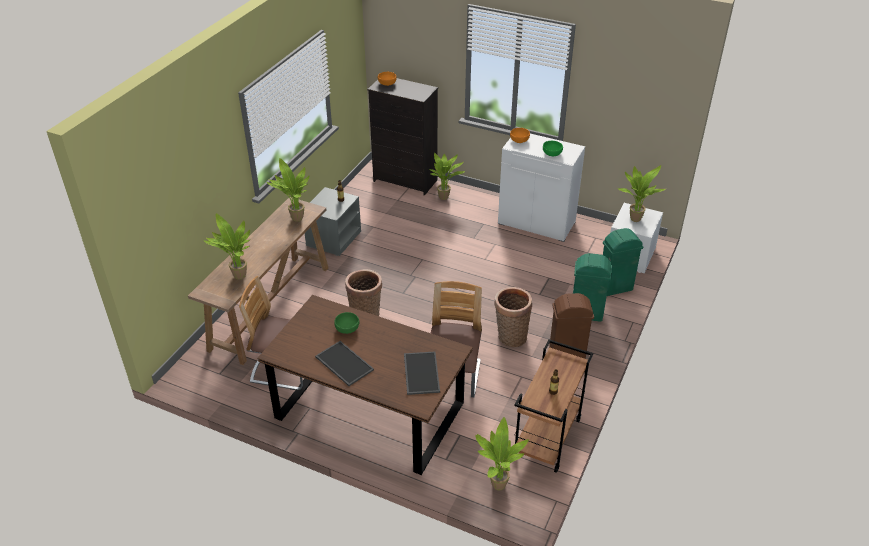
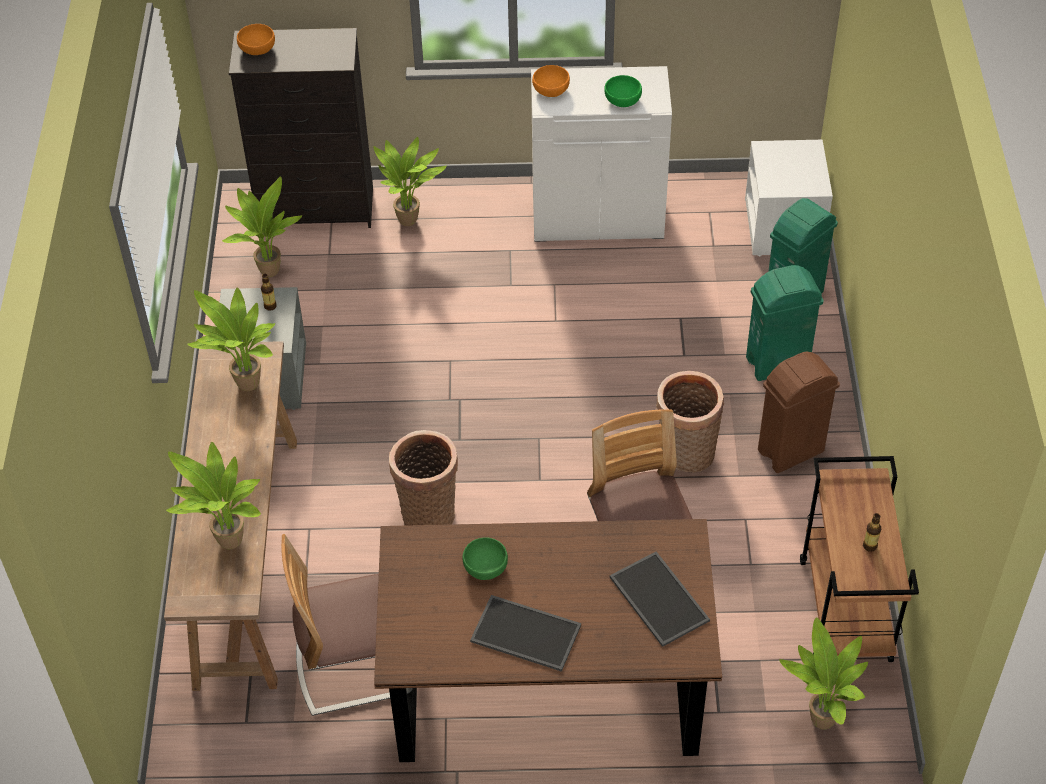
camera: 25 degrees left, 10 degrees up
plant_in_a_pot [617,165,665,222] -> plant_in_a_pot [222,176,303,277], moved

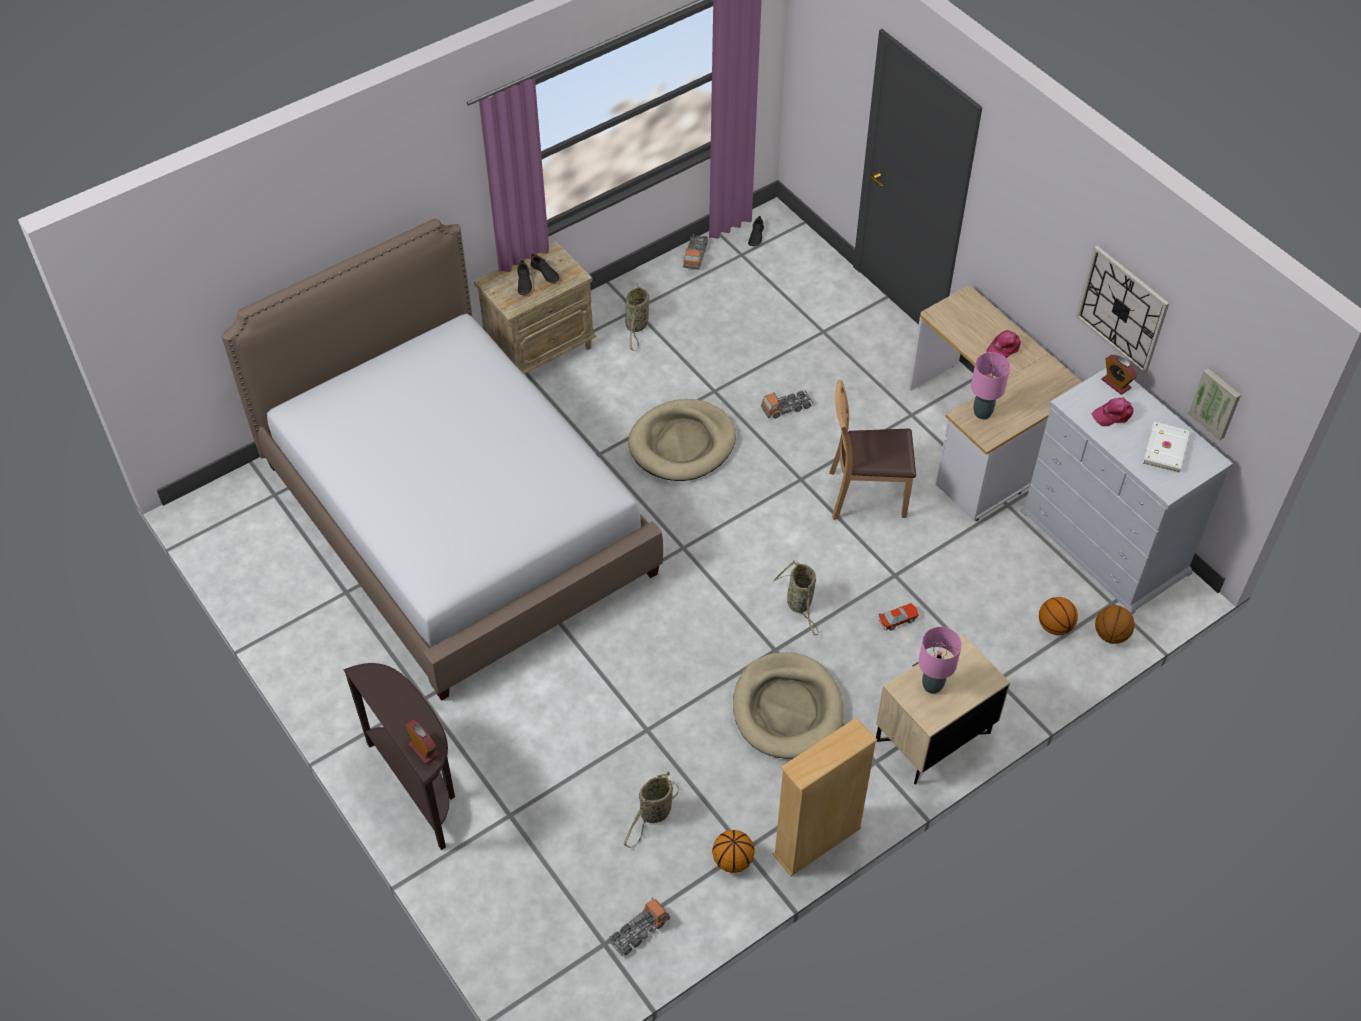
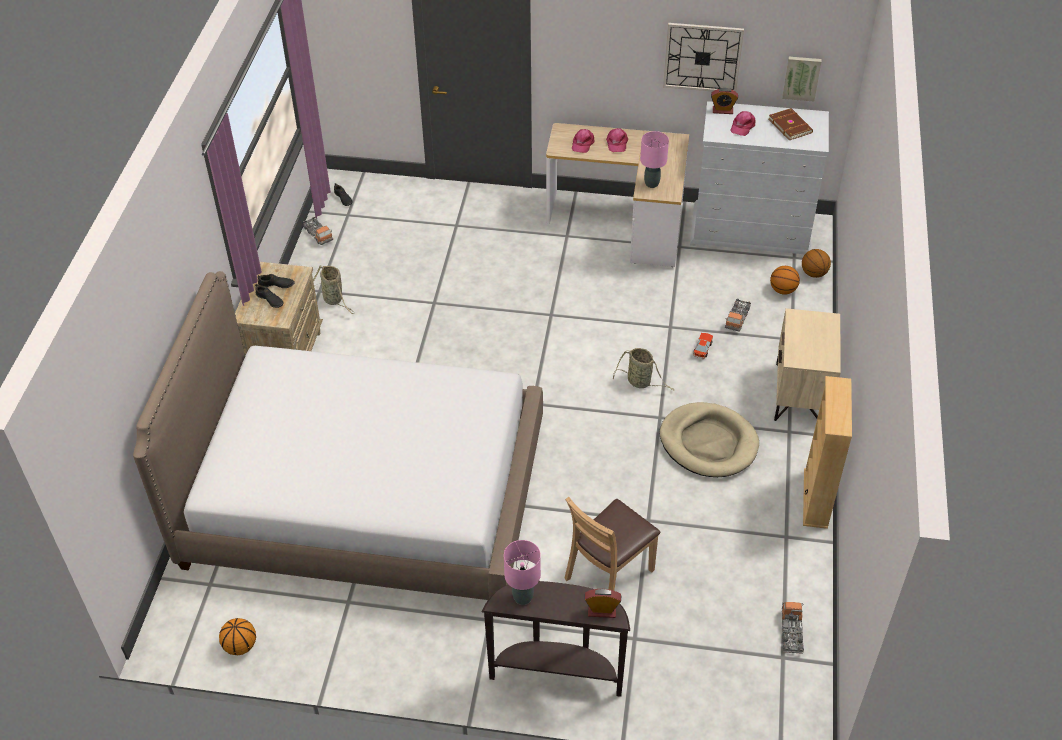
camera: 45 degrees left, 5 degrees down
basketball [712,830,755,873] -> basketball [219,618,256,655], moved
pink-coloured_lamp_for_a_table [918,627,962,694] -> pink-coloured_lamp_for_a_table [504,540,541,605], moved
brown-coloured_upright_chair [829,380,916,520] -> brown-coloured_upright_chair [564,497,660,590], moved
none -> pink-coloured_baseball_cap [572,129,595,153]
toy_lorry [761,390,814,418] -> toy_lorry [725,299,751,332], moved
whitish_volume [1143,421,1190,473] -> brown-coloured_volume [769,108,813,140]
household_basket [624,771,679,848] -> none
beige-coloured_pet_bed [628,399,736,481] -> none

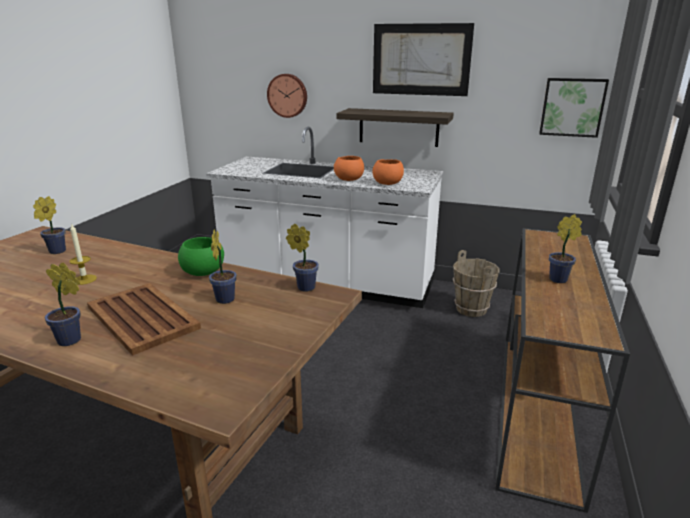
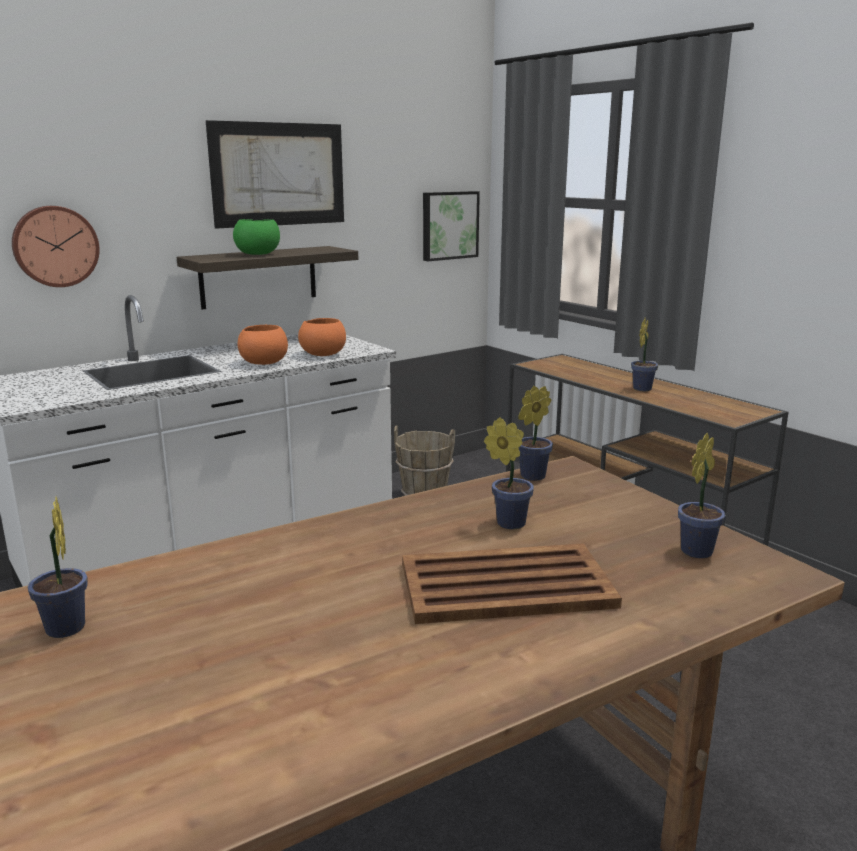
camera: 55 degrees left, 5 degrees down
green_serving_bowl [178,237,224,276] -> green_serving_bowl [233,219,280,255], moved
plant_in_a_pot [45,263,81,346] -> plant_in_a_pot [678,433,726,558], moved
wax_candle [70,223,97,285] -> none

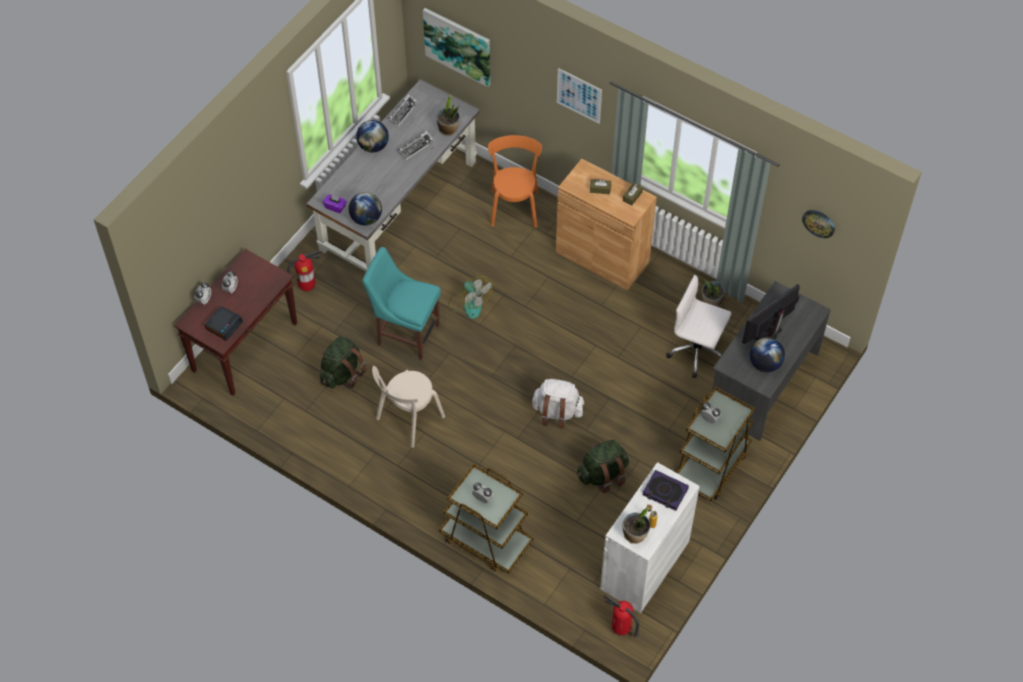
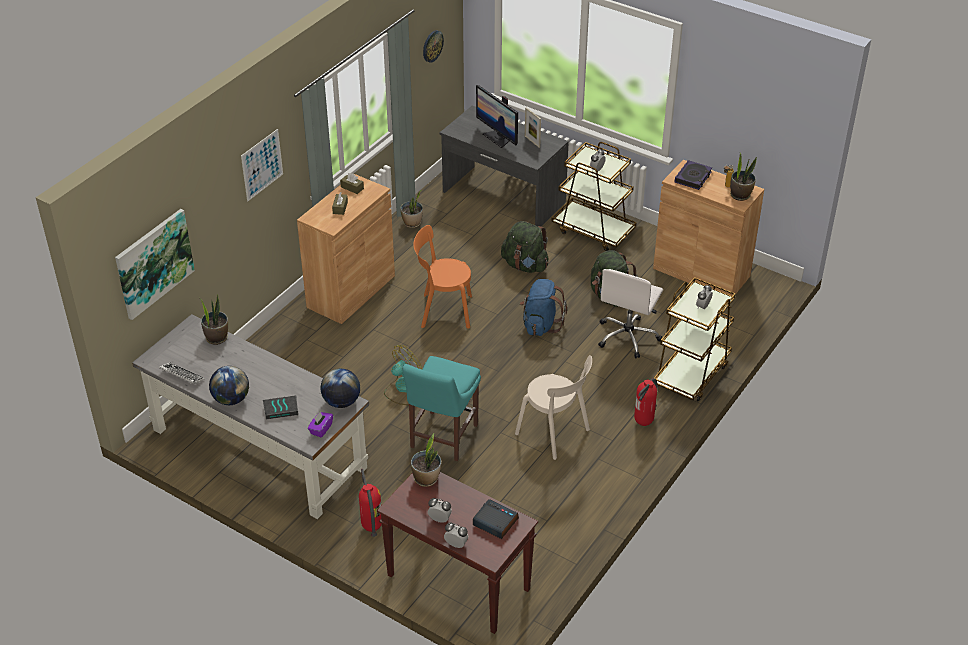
camera: 90 degrees left, 15 degrees down
none -> volume [263,395,298,420]
none -> plant_in_a_pot [411,433,441,487]
orange_upright_chair [488,135,542,228] -> orange_upright_chair [414,225,472,329], moved
green_rucksack [320,336,367,388] -> green_rucksack [501,221,548,273], moved
whitish_rucksack [531,379,585,428] -> bluish_rucksack [520,279,567,336]
desk_globe [750,337,785,372] -> standing_frame [525,107,541,148]
whitish_computer_chair [666,275,731,378] -> whitish_computer_chair [598,269,663,358], moved
fire-fighting_cylinder [603,595,639,637] -> fire-fighting_cylinder [634,378,658,426], moved
whitish_cupboard [600,462,700,613] -> brown-coloured_cupboard [653,160,764,296]
PC_keyboard [397,131,434,161] -> none

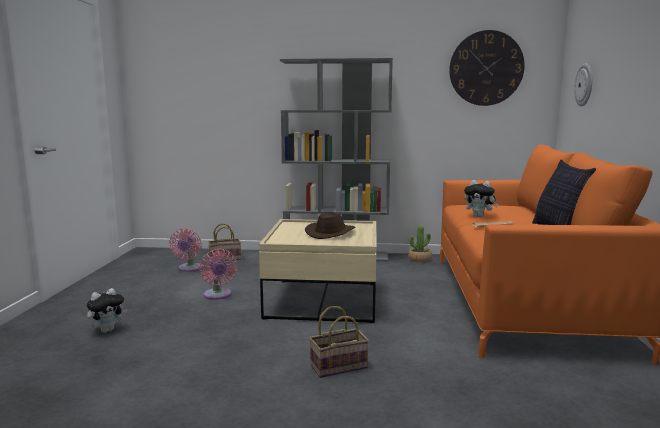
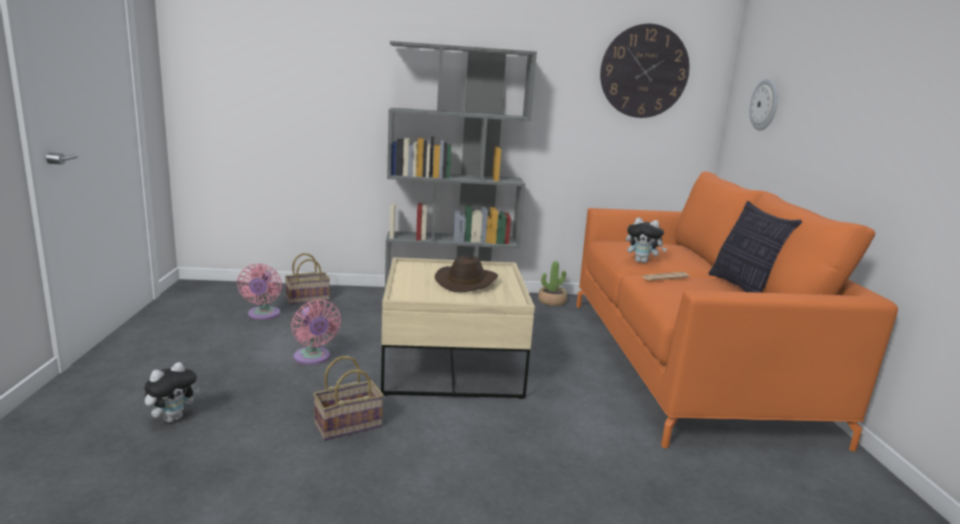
camera: 10 degrees left, 5 degrees up
household_basket [309,306,369,378] -> household_basket [313,356,384,441], moved

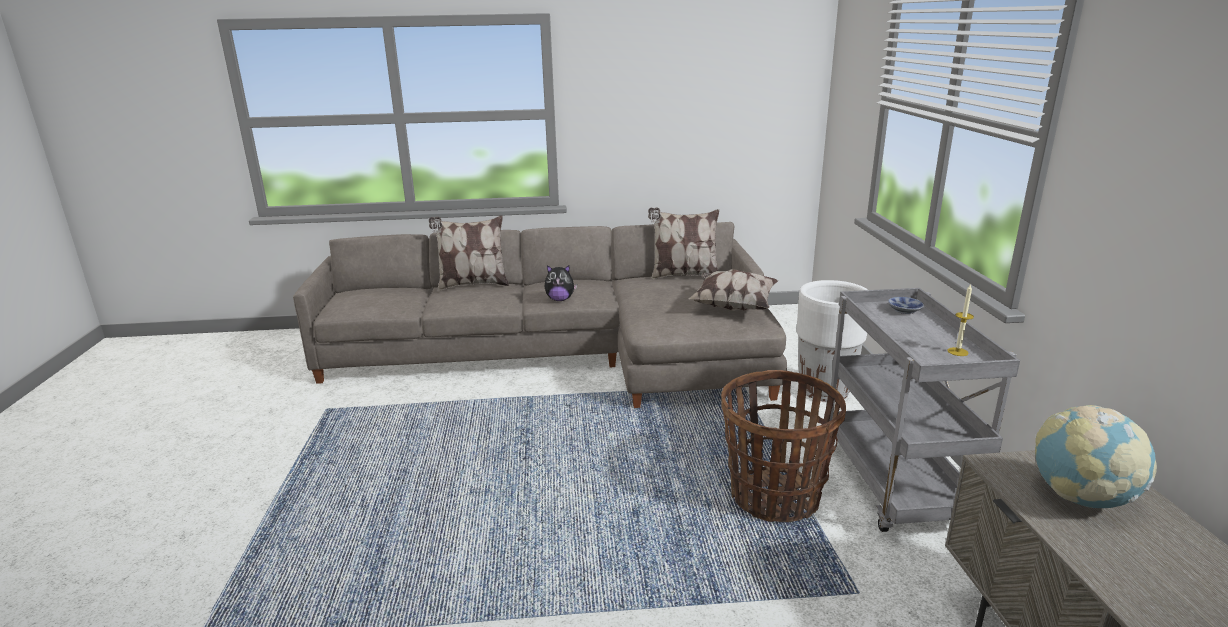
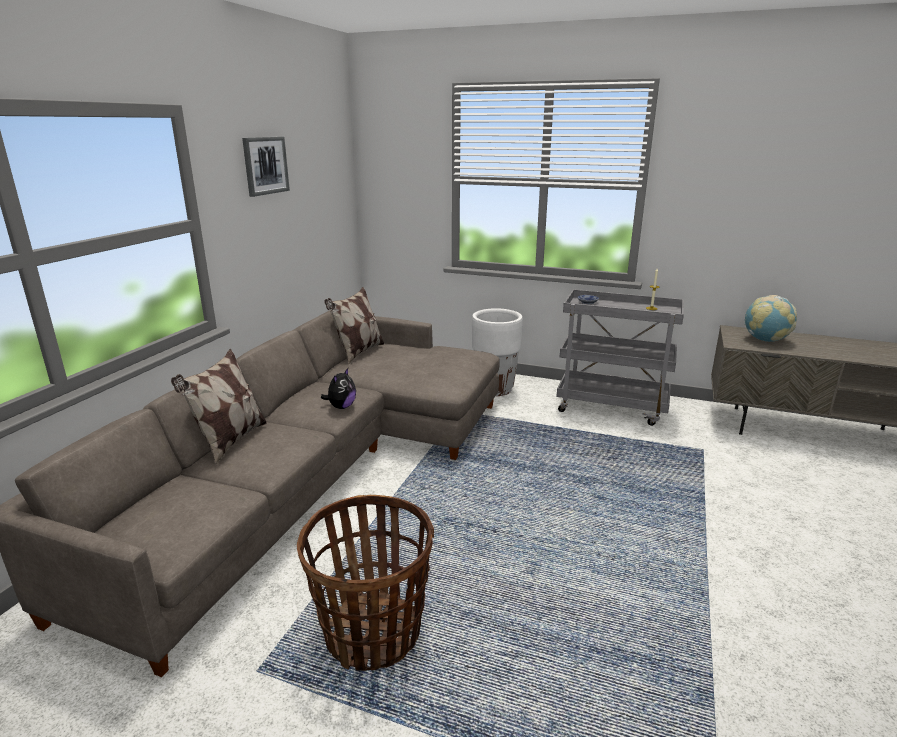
camera: 65 degrees left, 0 degrees up
none -> wall_picture [242,137,290,197]
household_basket [721,370,846,522] -> household_basket [297,495,434,671], moved
pillow [688,269,778,311] -> none

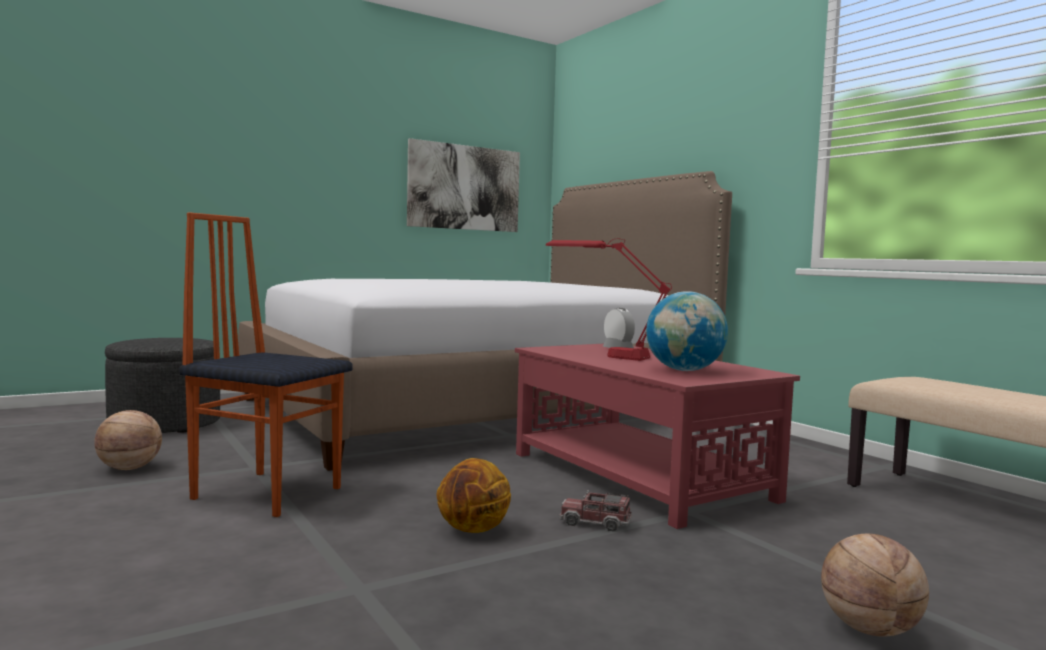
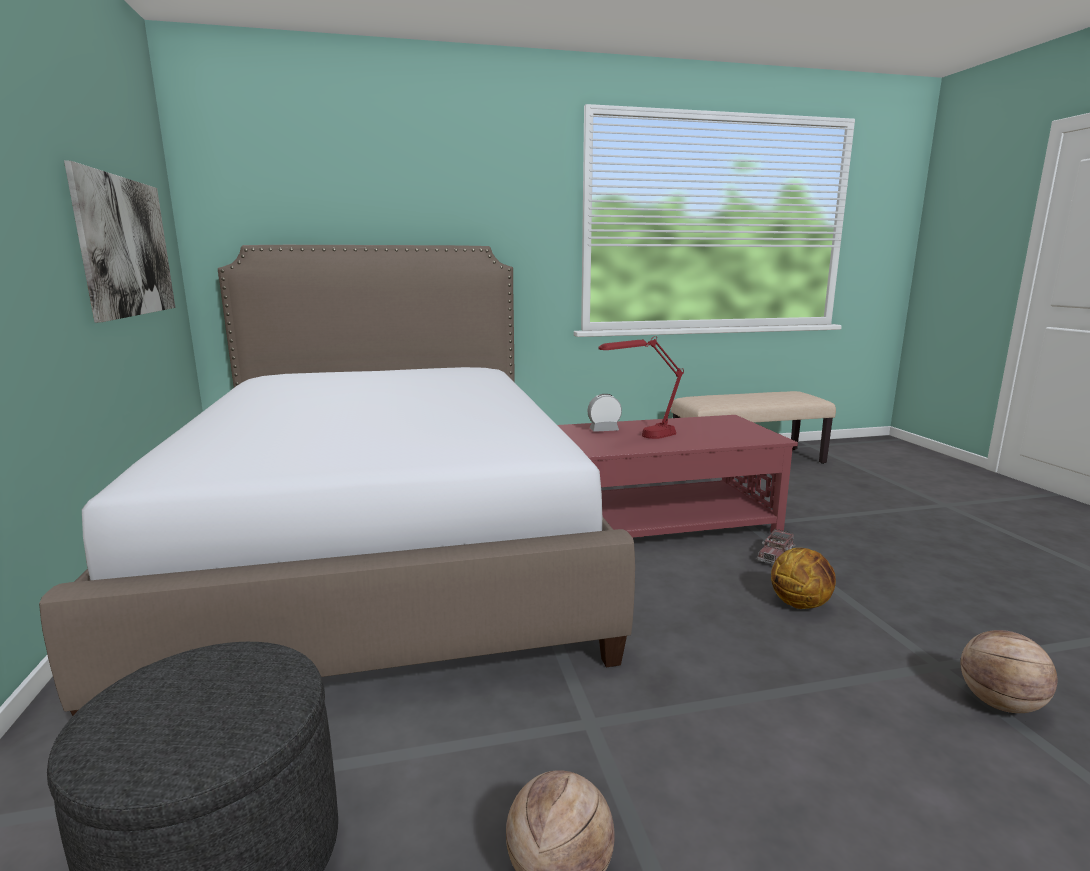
camera: 70 degrees left, 10 degrees up
basketball [821,534,929,637] -> basketball [961,630,1057,713], moved
upright_chair [179,212,353,517] -> none
desk_globe [646,291,728,371] -> none

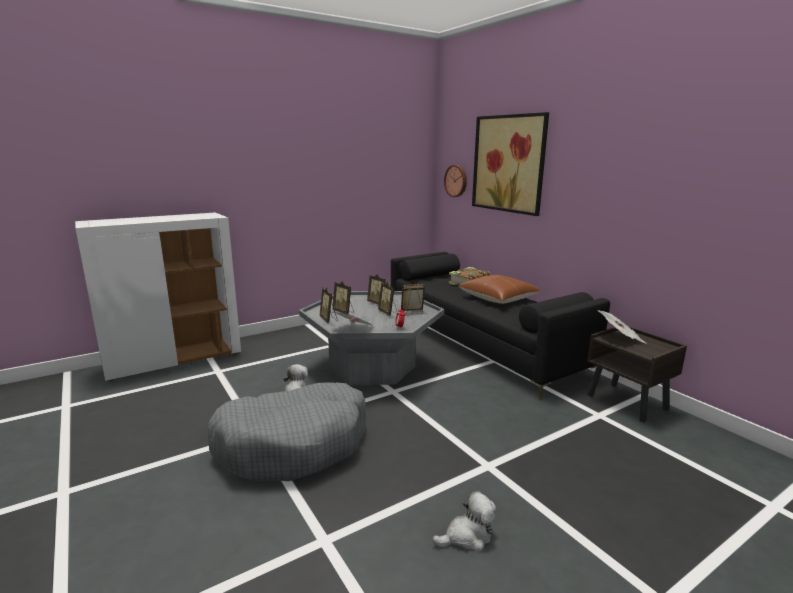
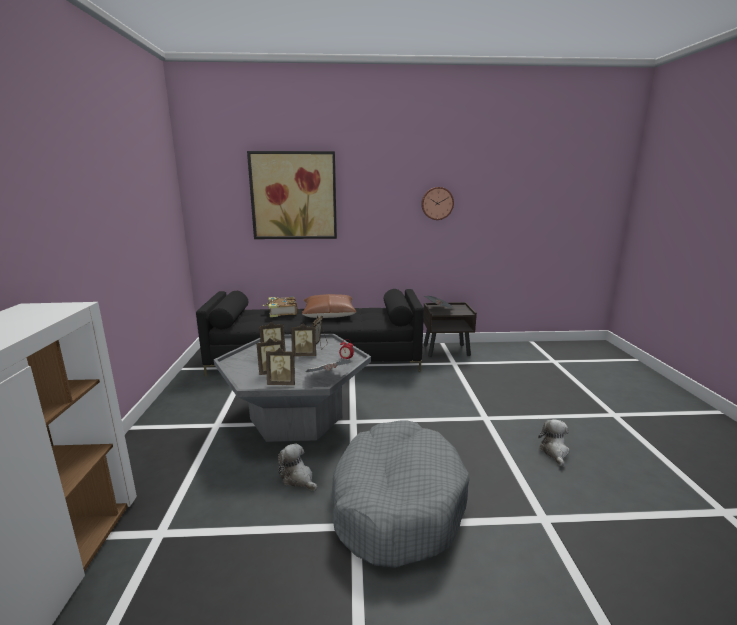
camera: 60 degrees left, 0 degrees up
clock_on_the_wall [444,165,467,197] -> clock_on_the_wall [421,187,454,220], moved

